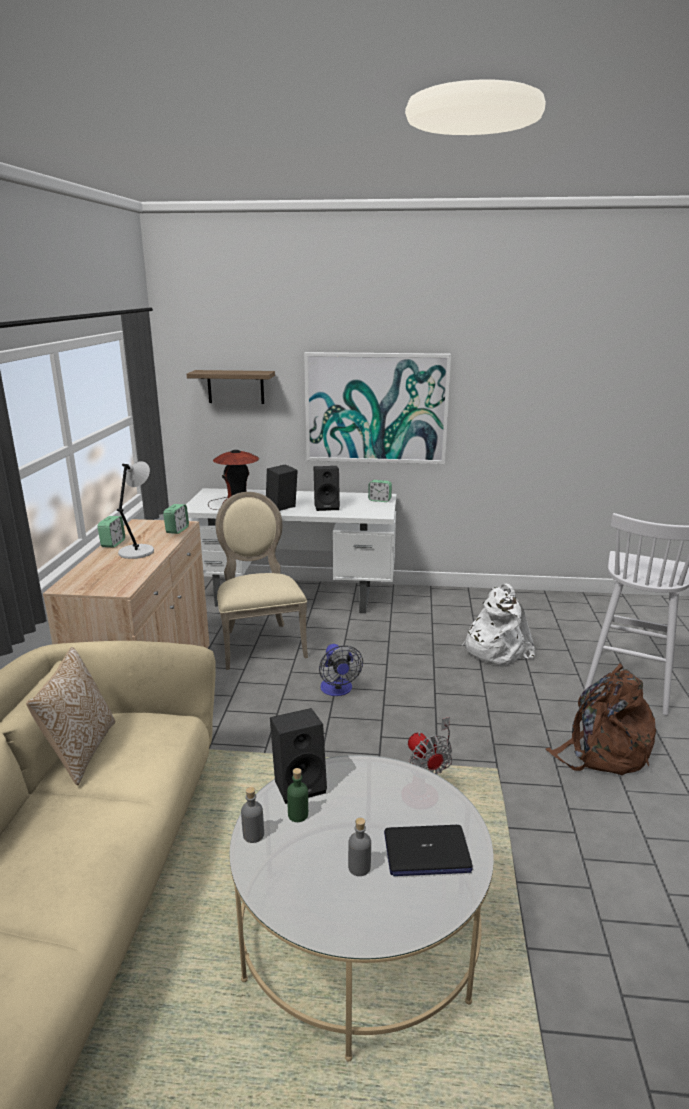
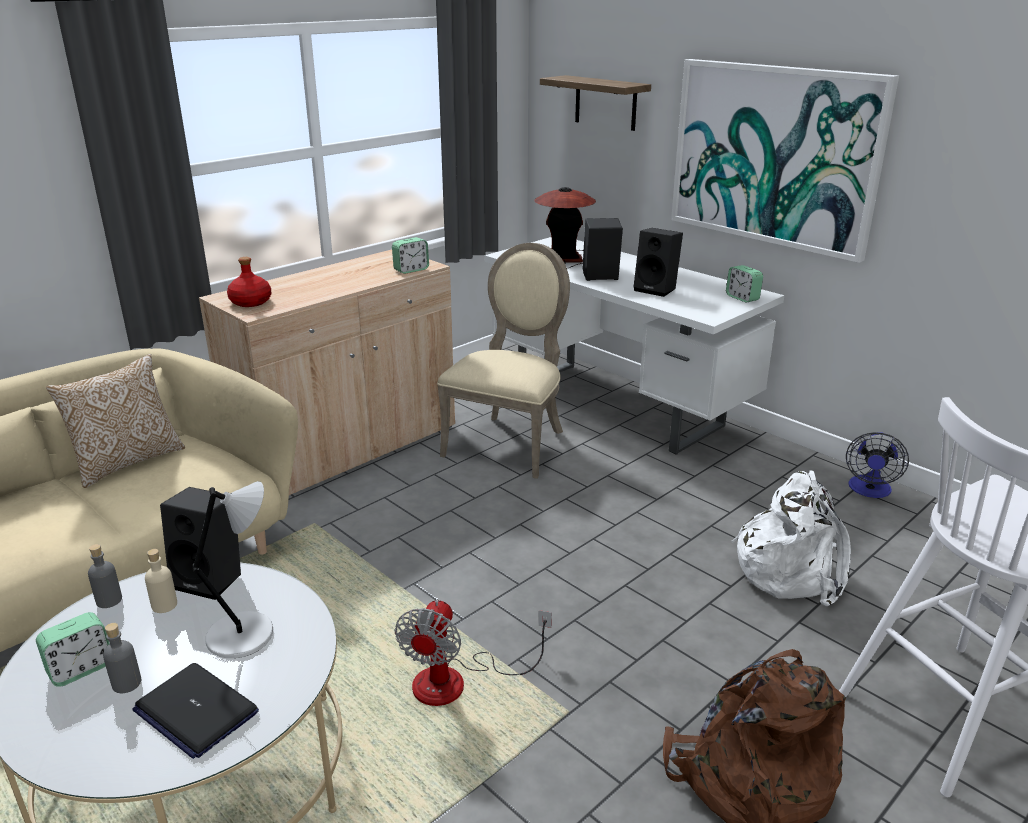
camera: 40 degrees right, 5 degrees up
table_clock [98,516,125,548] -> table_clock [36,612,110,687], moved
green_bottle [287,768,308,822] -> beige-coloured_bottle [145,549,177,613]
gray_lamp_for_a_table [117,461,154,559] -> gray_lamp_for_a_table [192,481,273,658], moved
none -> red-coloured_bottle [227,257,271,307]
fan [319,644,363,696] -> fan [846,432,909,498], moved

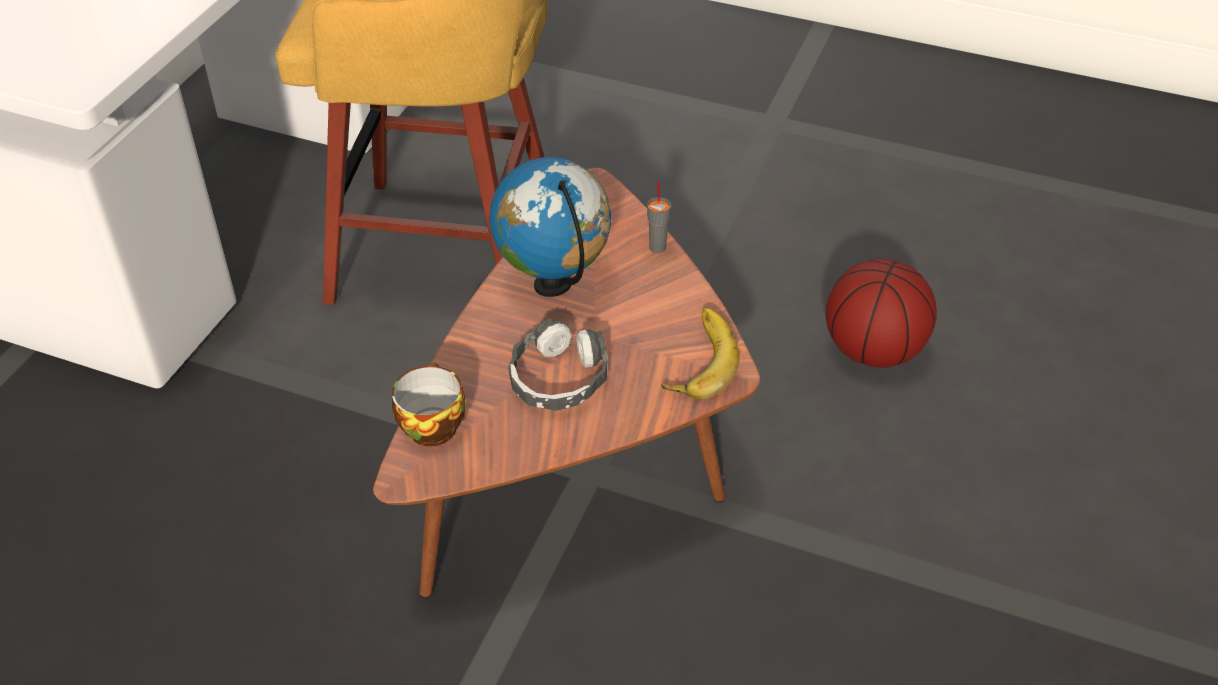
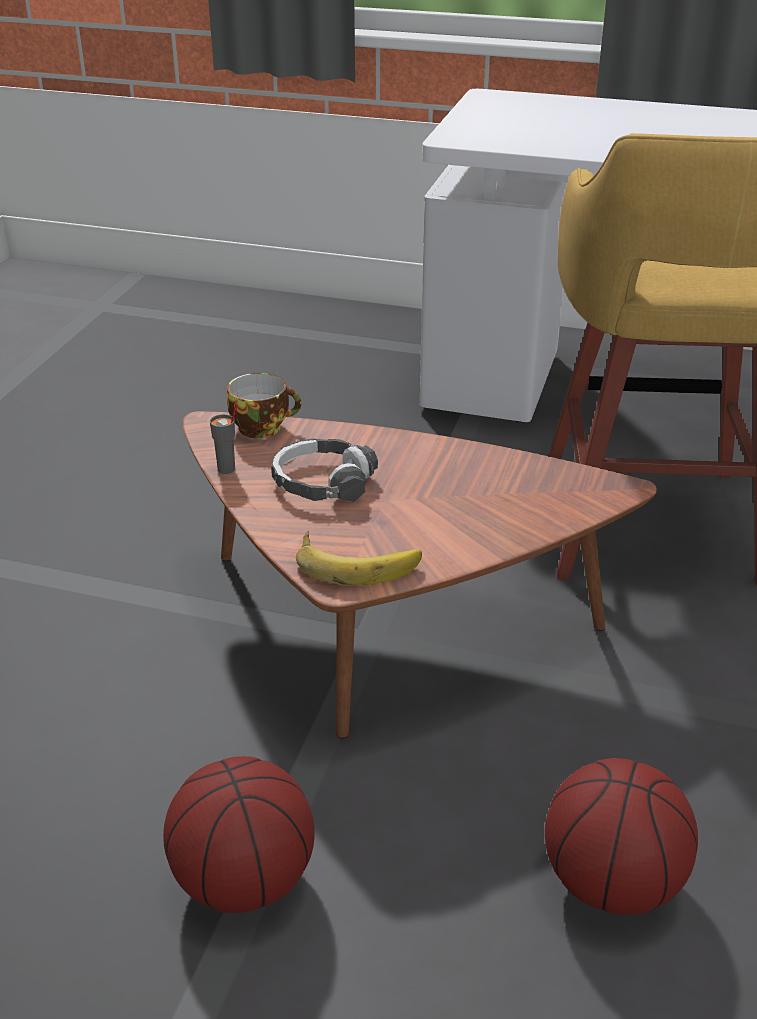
camera: 85 degrees right, 10 degrees down
none -> basketball [163,756,315,913]
gray_cup [647,181,671,253] -> gray_cup [210,403,237,474], moved
desk_globe [489,157,611,297] -> none

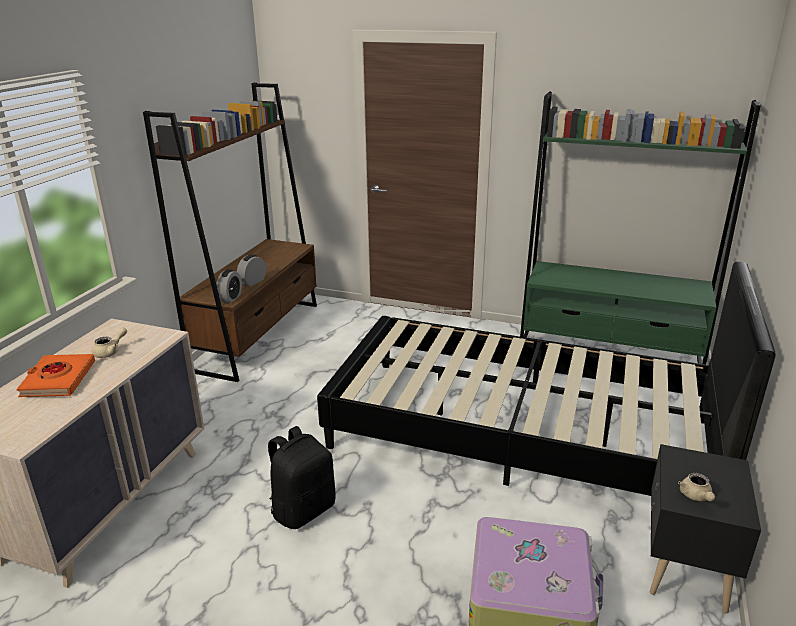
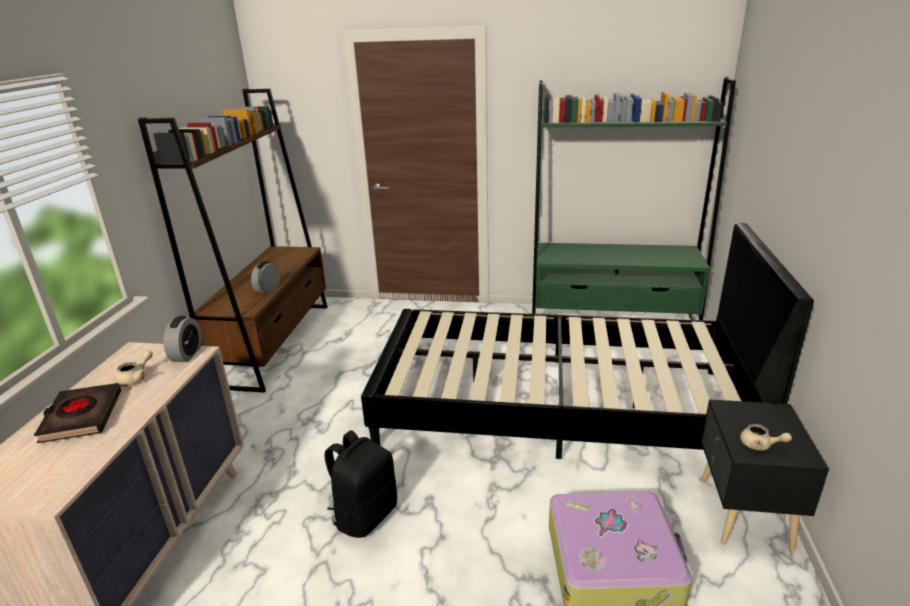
camera: 10 degrees left, 0 degrees up
orange_volume [16,354,95,397] -> black_volume [34,383,121,443]
table_clock [216,269,242,303] -> table_clock [163,316,202,362], moved
beige-coloured_pot_for_tea [678,473,715,501] -> beige-coloured_pot_for_tea [740,424,792,450], 45 degrees counterclockwise

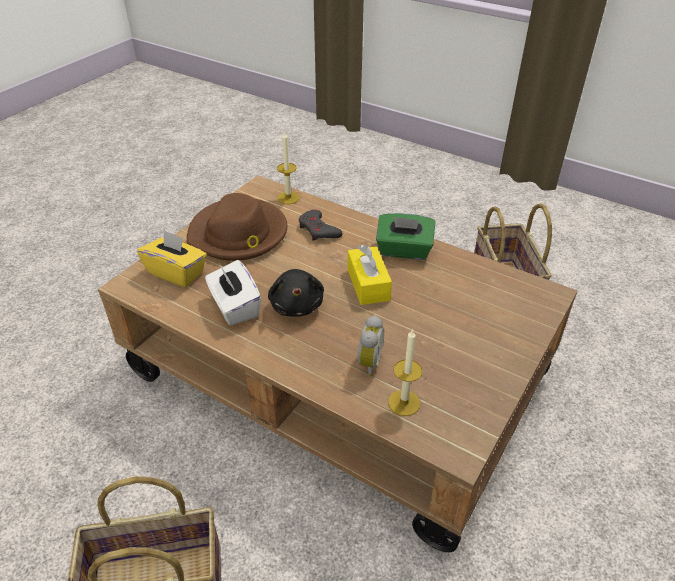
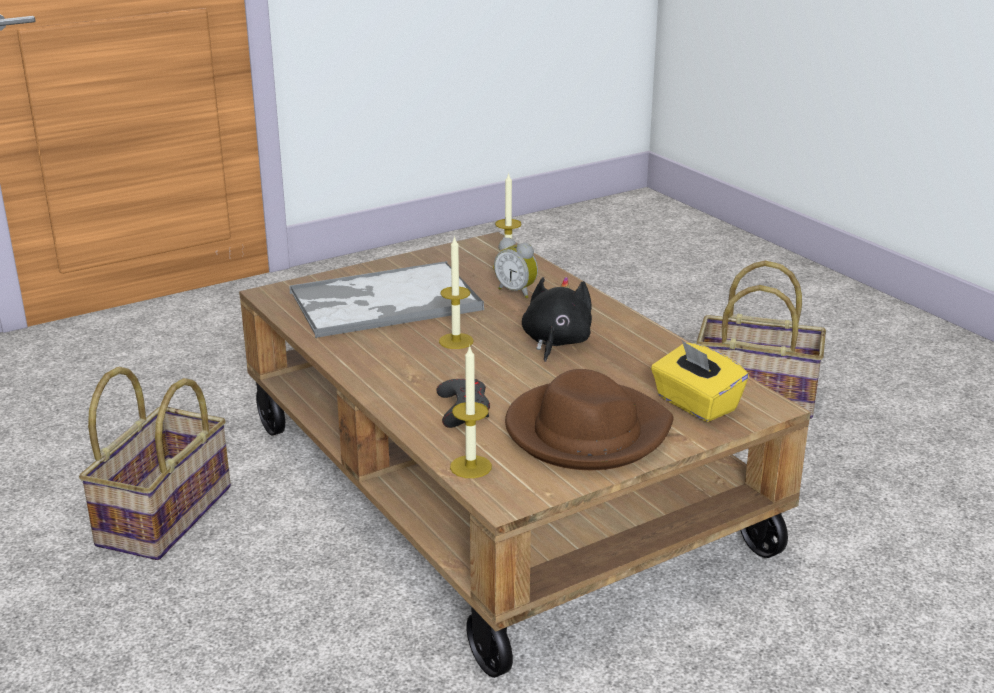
camera: 155 degrees left, 15 degrees down
none -> carrying_tray [289,261,484,338]
yellowish_tissue_box [347,245,392,305] -> wax_candle [439,236,473,349]
table_clock [356,315,384,377] -> table_clock [494,237,538,299], 90 degrees counterclockwise
whitish_tissue_box [205,260,261,325] -> none
green_tissue_box [376,213,435,260] -> none

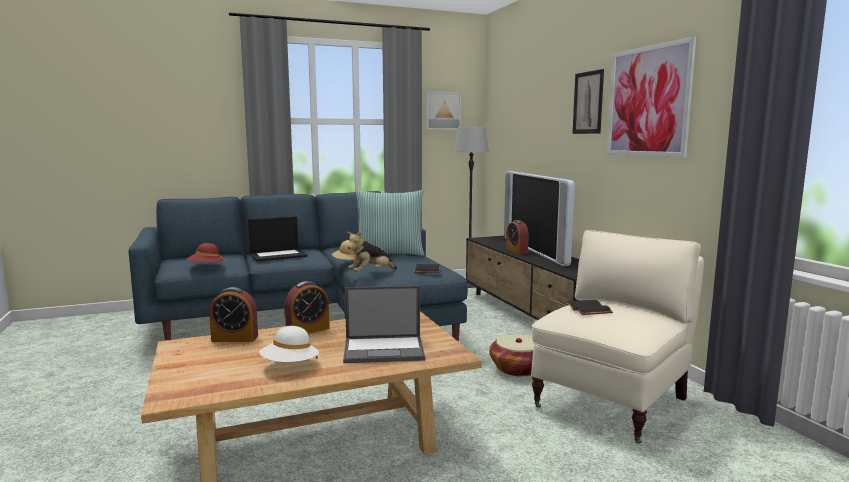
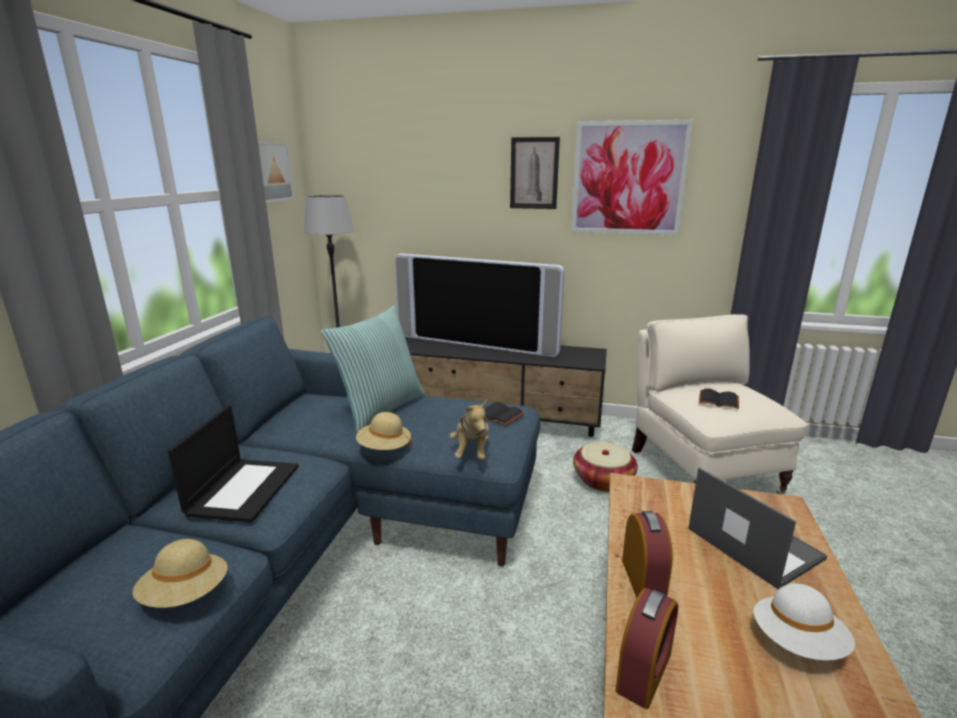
camera: 55 degrees left, 10 degrees up
red-coloured_hat [187,243,226,266] -> beige-coloured_hat [132,539,227,608]
laptop [343,286,425,363] -> laptop [688,468,827,590], 60 degrees counterclockwise
table_clock [506,220,529,254] -> none

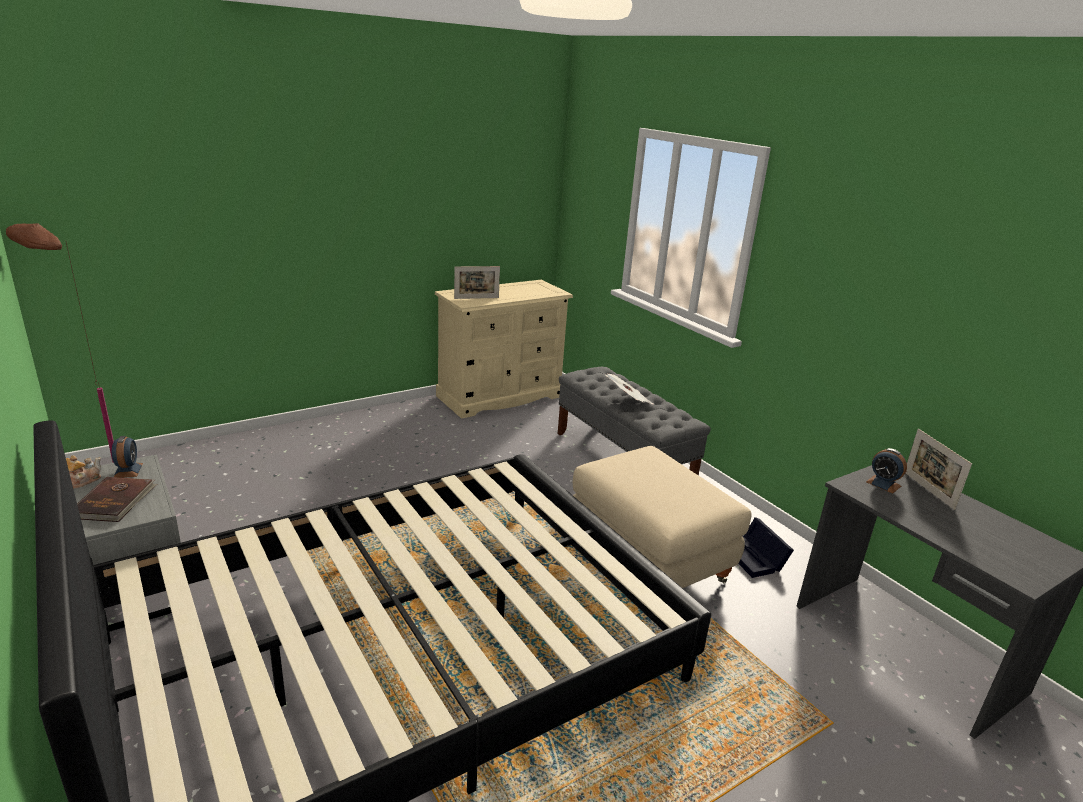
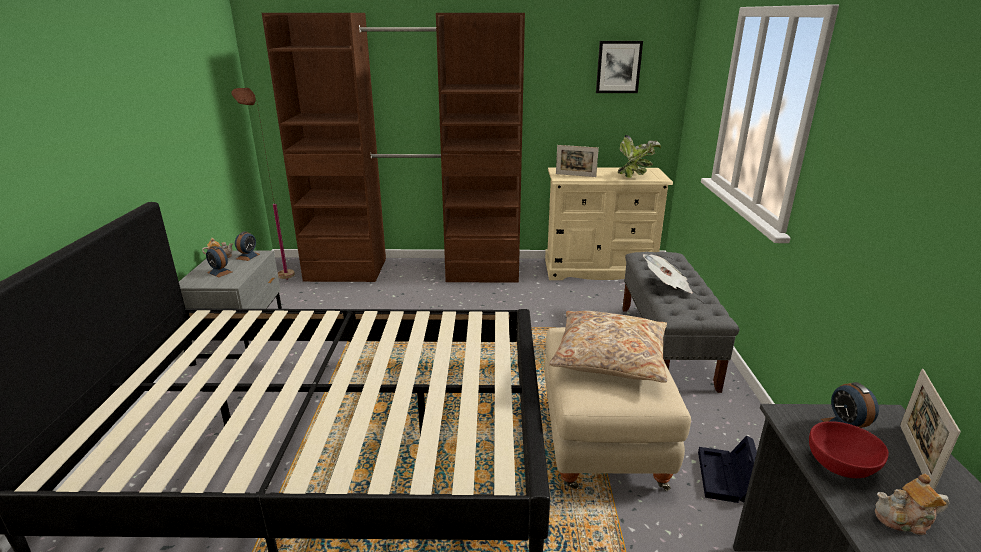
camera: 35 degrees right, 0 degrees up
brown-coloured_volume [77,477,157,522] -> table_clock [206,246,232,277]
none -> brown-coloured_clothes_cupboard [262,13,525,283]
none -> beige-coloured_pillow [549,311,667,383]
none -> wall_picture [596,41,643,93]
none -> plant_in_a_pot [618,135,661,178]
none -> red-coloured_serving_bowl [809,421,889,478]
none -> pot_for_tea [875,474,949,535]

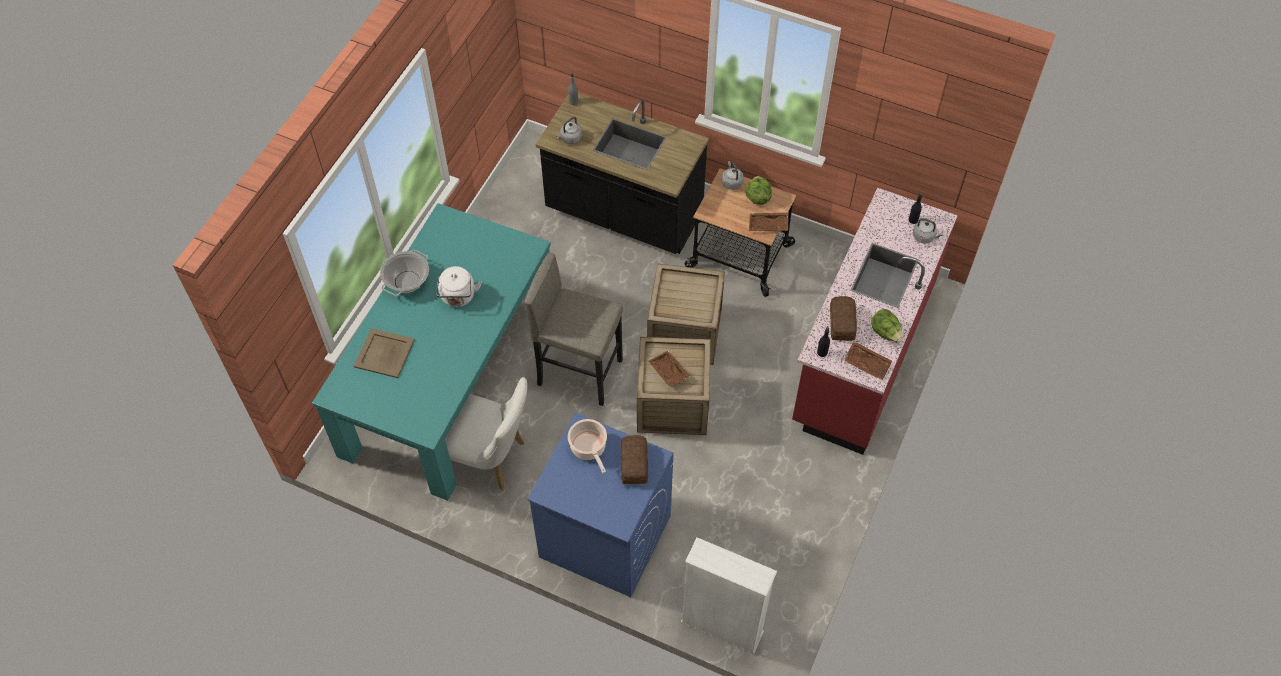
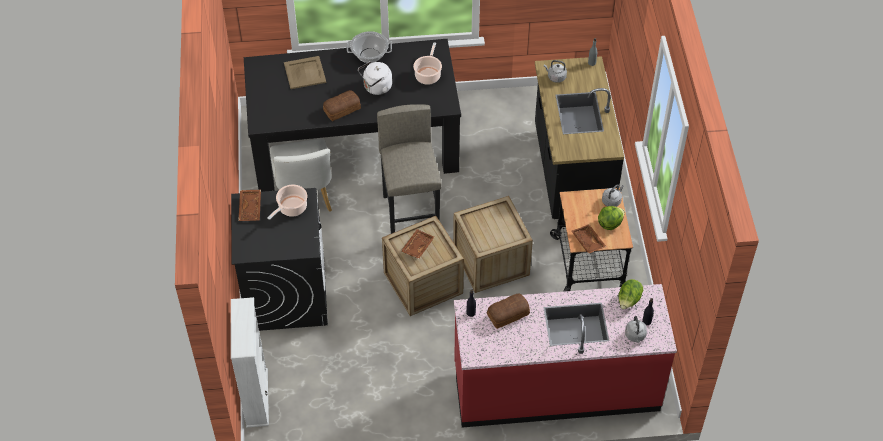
camera: 60 degrees right, 5 degrees down
bluish_laundry_machine [527,413,674,597] -> black_laundry_machine [231,188,328,331]
brown-coloured_carrying_tray [844,341,892,380] -> brown-coloured_carrying_tray [238,190,261,221], moved
turquoise-coloured_dining_table [312,203,551,501] -> black_dining_table [244,39,461,192]
baked_bread [621,435,648,484] -> baked_bread [323,90,361,121], moved
none -> cooking_pot [413,42,442,85]
head_of_lettuce [871,309,902,343] -> head_of_lettuce [618,279,643,309], moved

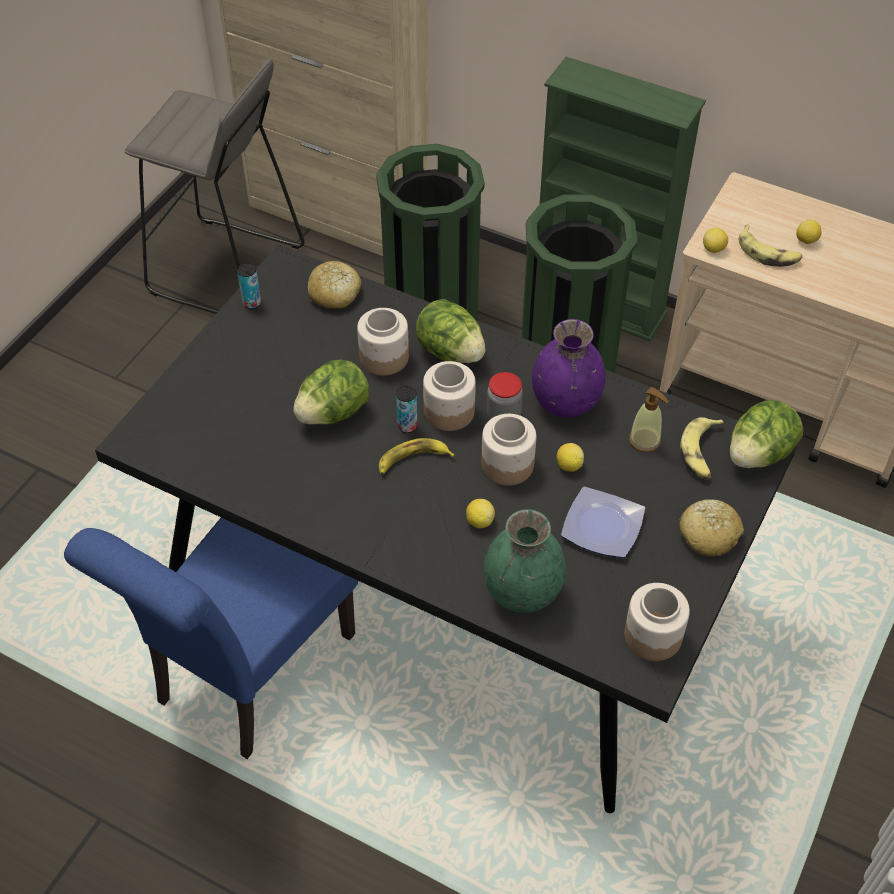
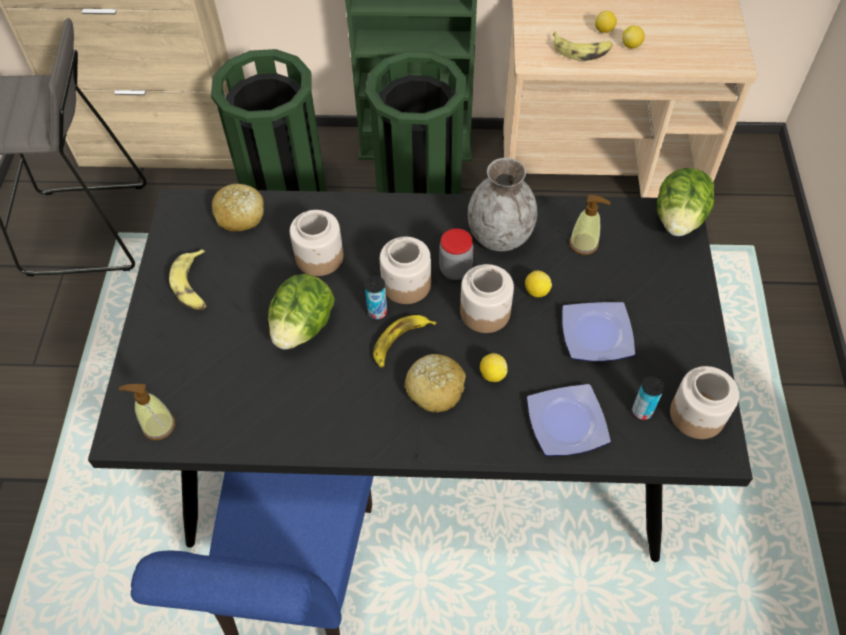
camera: 25 degrees left, 5 degrees up
none -> soap_bottle [119,384,175,440]
banana_fruit [680,417,724,479] -> banana_fruit [169,249,207,310], moved
baked_bread [679,499,744,557] -> baked_bread [404,354,466,412], moved
purple_decorative_vase [532,319,606,418] -> gray_decorative_vase [468,158,537,251]
green_decorative_vase [484,509,566,613] -> flat_dish [527,384,611,456]
citrus_fruit [703,228,728,253] -> citrus_fruit [622,26,645,48], moved
can [237,263,261,309] -> can [632,376,664,420], moved
head_of_lettuce [416,299,485,363] -> none

